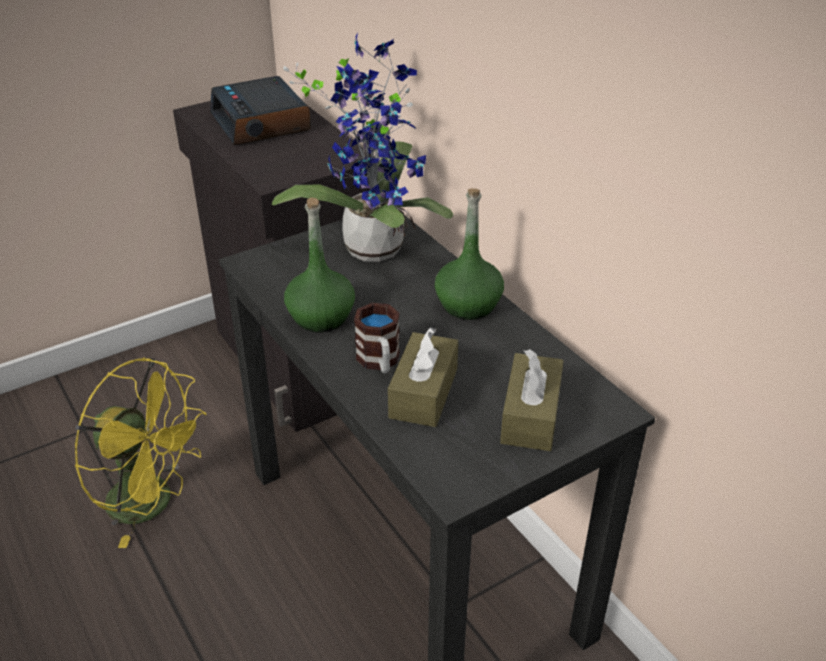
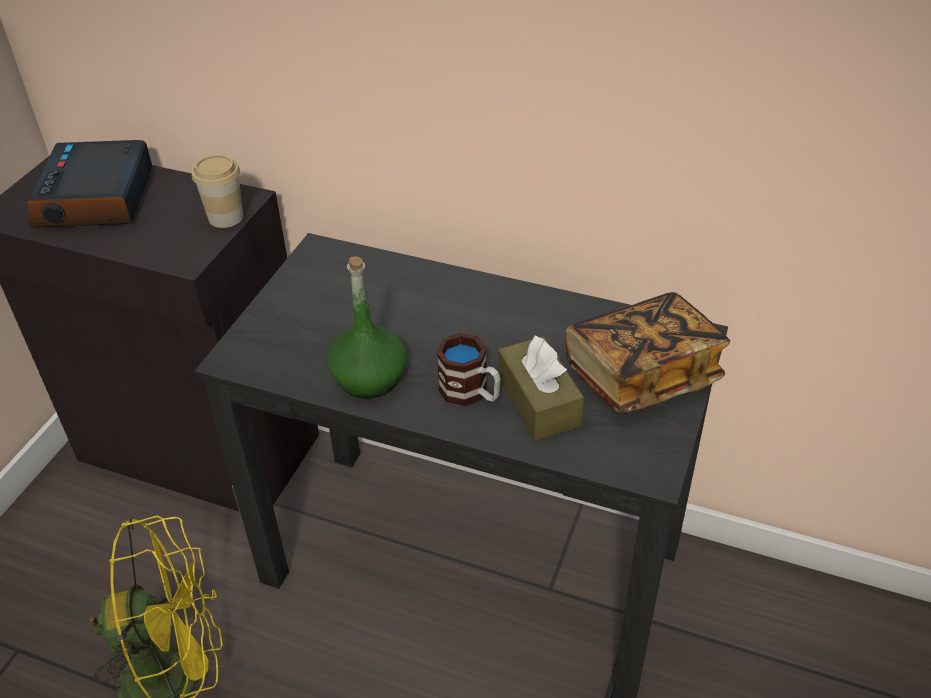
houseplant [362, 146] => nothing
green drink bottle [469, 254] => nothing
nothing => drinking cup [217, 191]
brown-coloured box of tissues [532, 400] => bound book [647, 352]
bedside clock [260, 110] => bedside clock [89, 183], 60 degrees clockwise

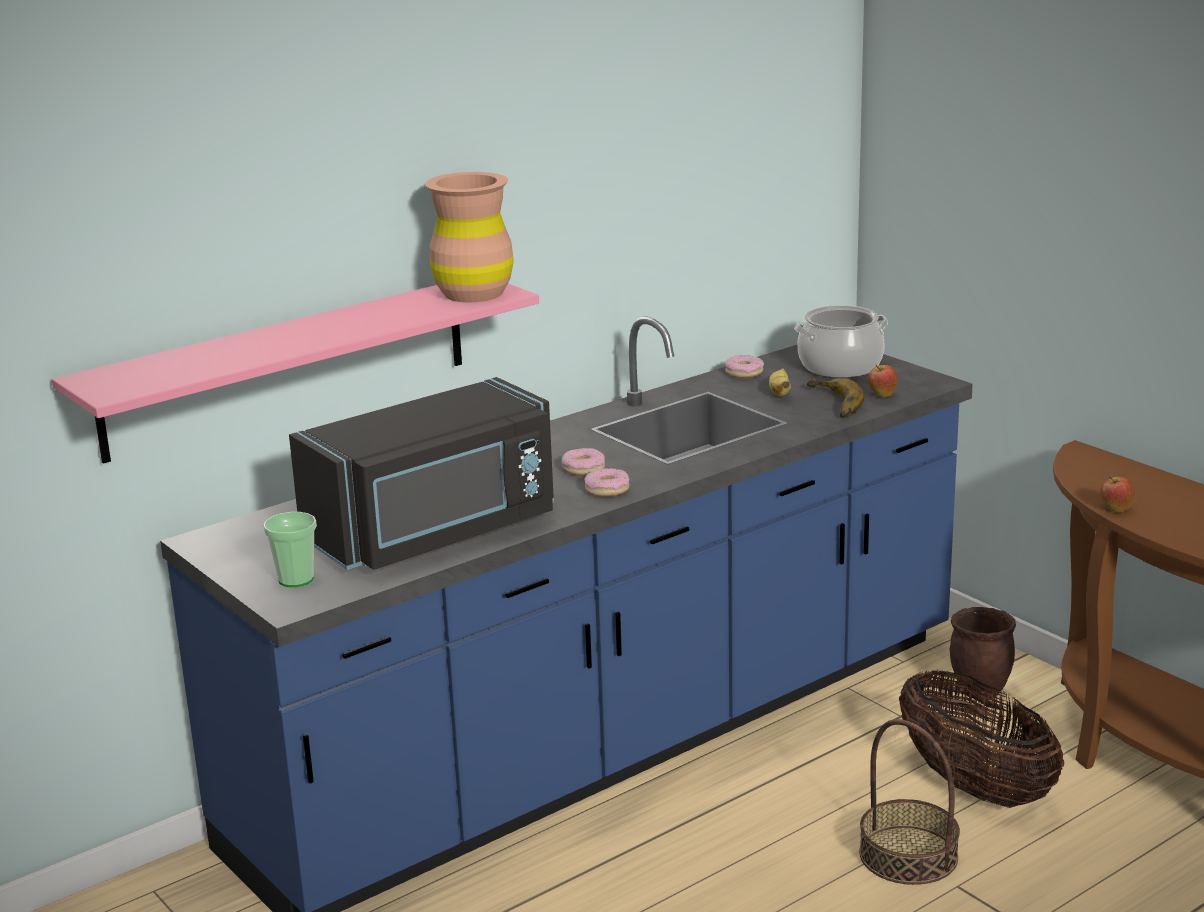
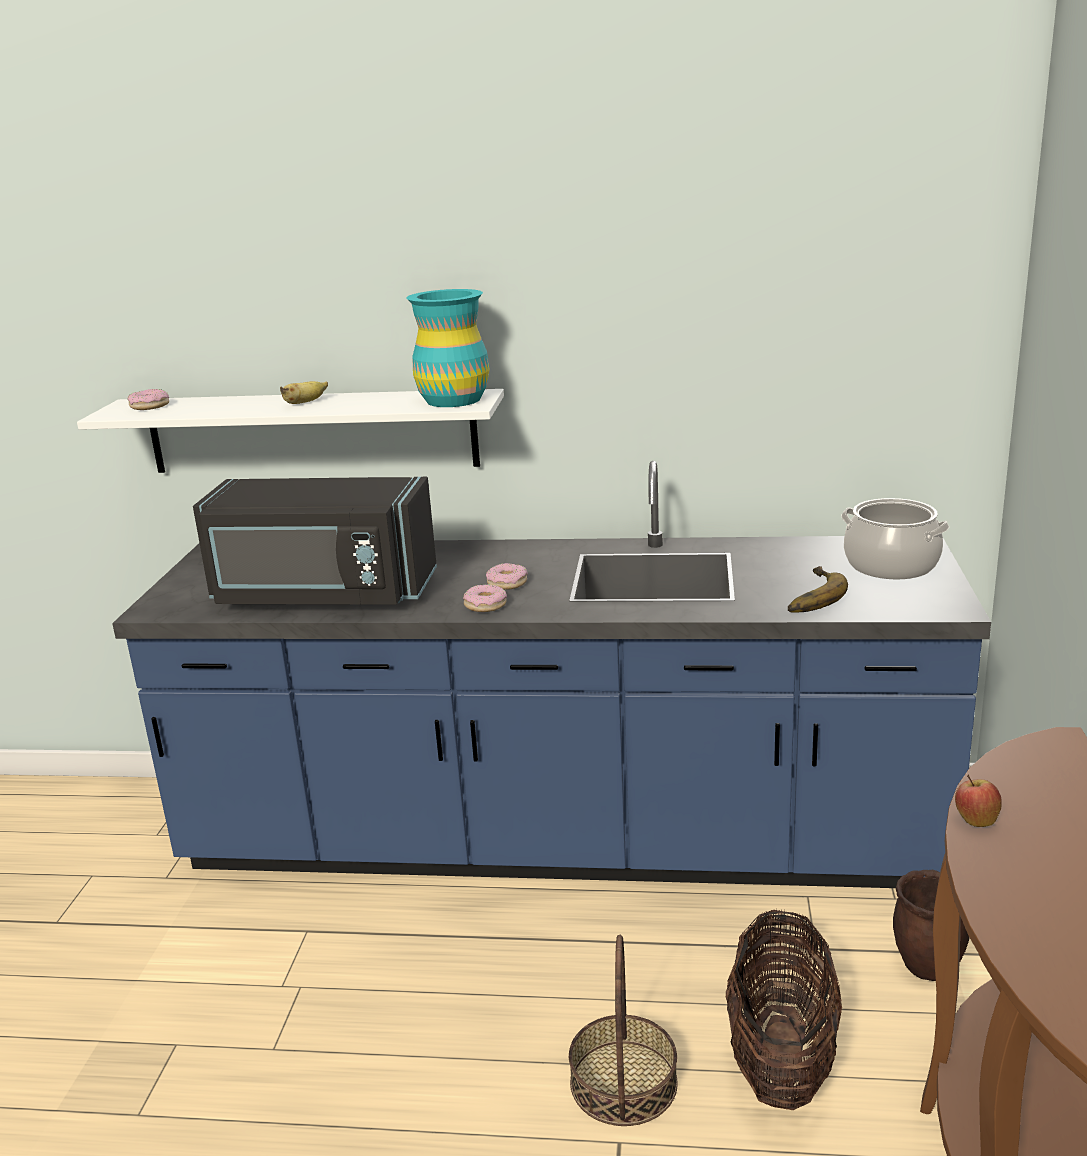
drinking cup [290, 549] => nothing
whole apple [883, 381] => nothing
ring doughnut [744, 366] => ring doughnut [148, 399], relocated
whole banana [780, 382] => whole banana [304, 392], relocated
pink bracket shelf [295, 374] => white bracket shelf [290, 431]
brown-coloured vase [469, 237] => turquoise-coloured vase [448, 348]

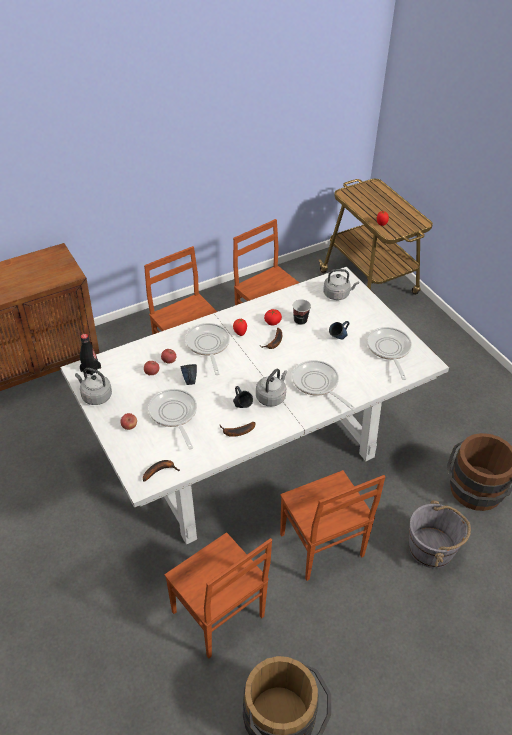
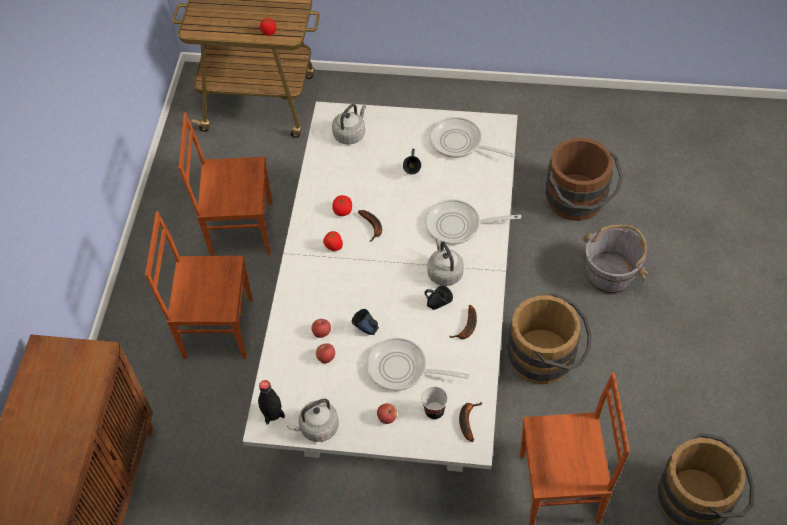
frying pan [207, 349] => nothing
drinking cup [301, 312] => drinking cup [434, 402], relocated
brown-coloured upright chair [332, 525] => brown-coloured pail [550, 338]

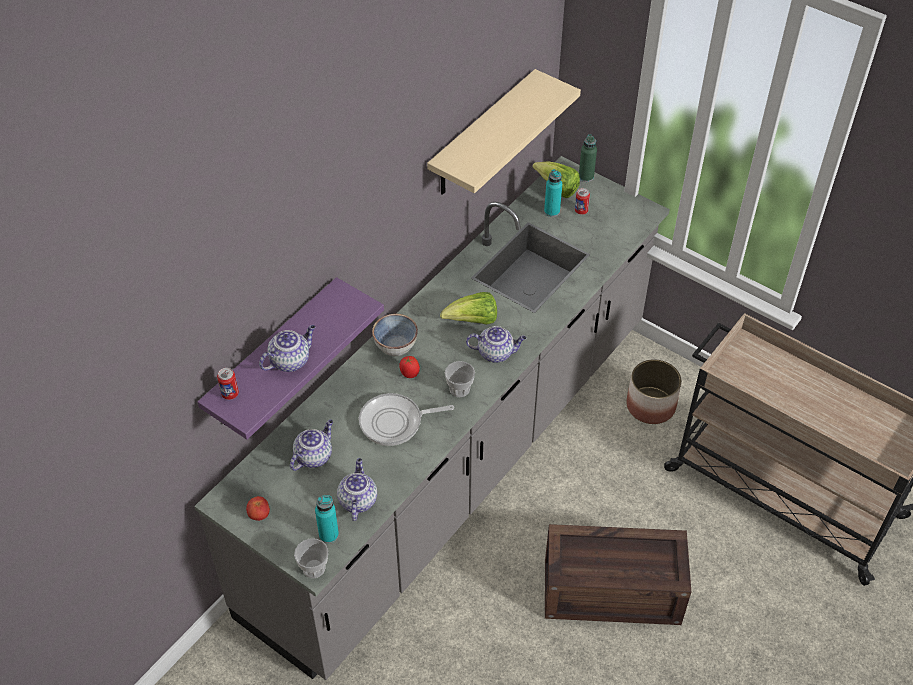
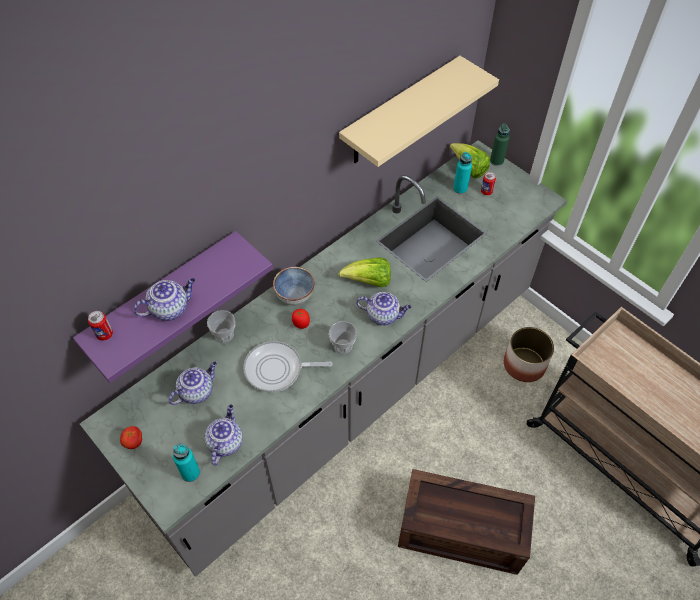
drinking cup [311, 558] => drinking cup [221, 326], relocated

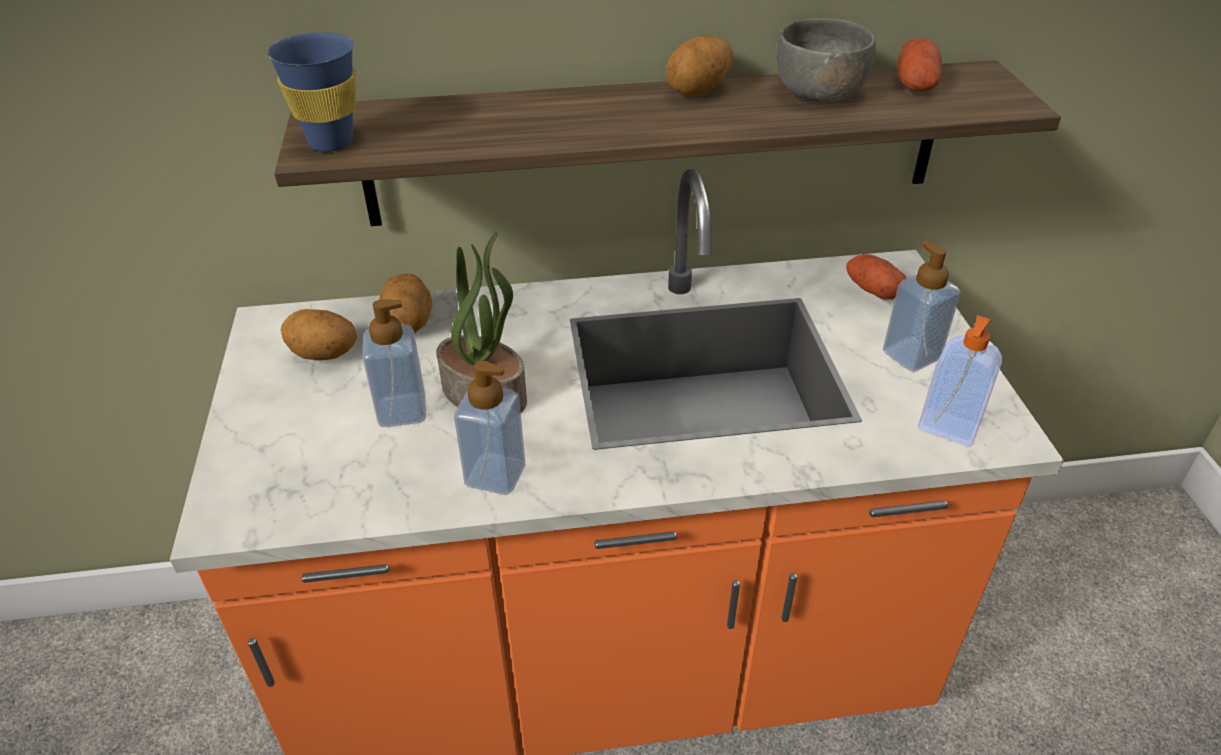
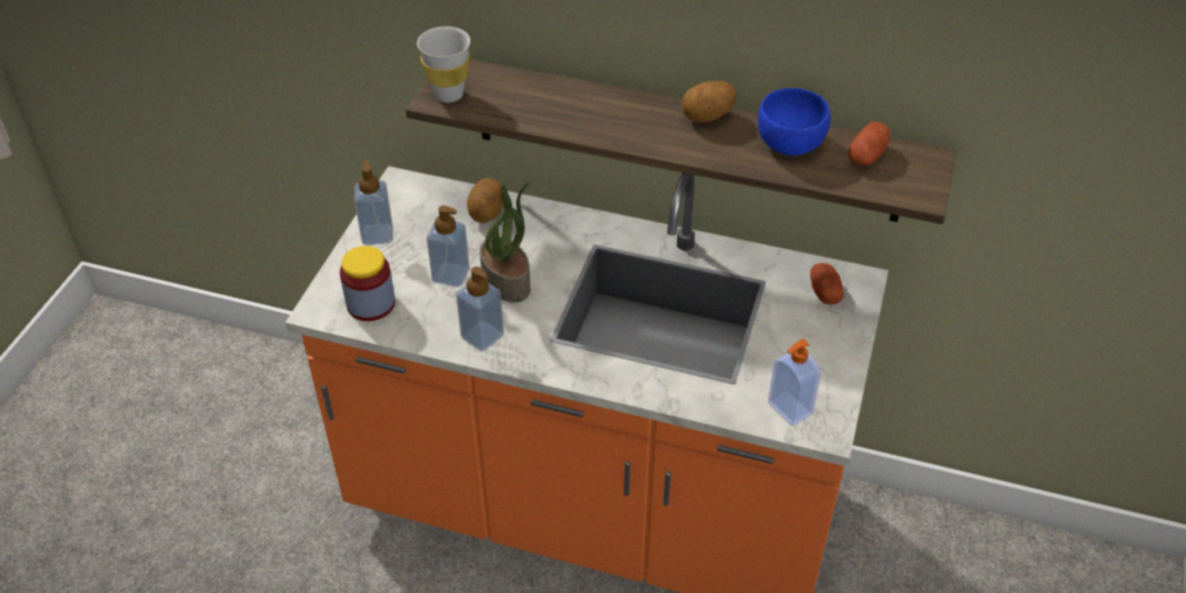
whole potato [319, 334] => nothing
nothing => preserve jar [367, 283]
liquid soap bottle [922, 306] => liquid soap bottle [373, 202], relocated
bluish drinking cup [311, 92] => white drinking cup [443, 64]
greyish bowl [826, 60] => bluish bowl [794, 122]

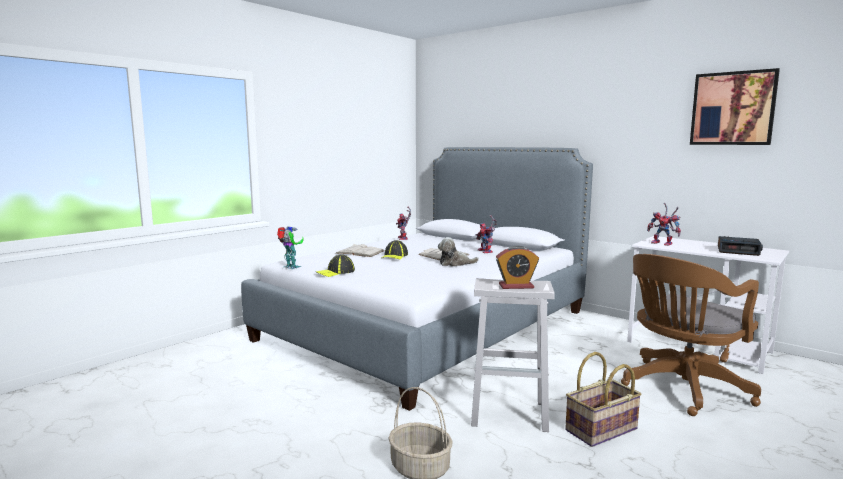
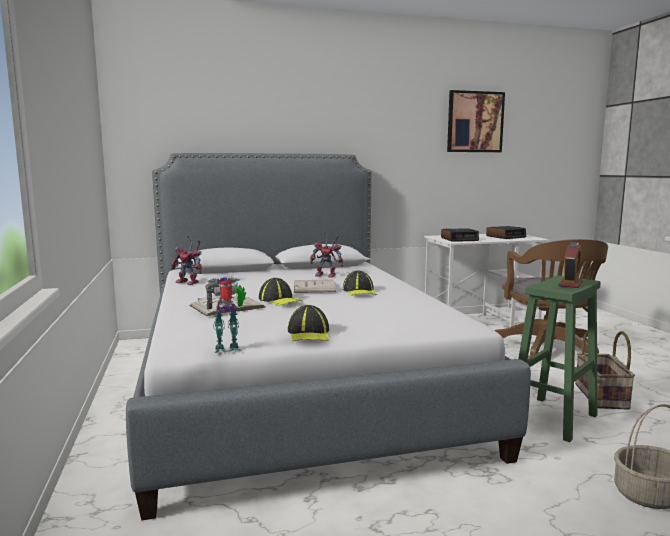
soft toy [458, 251] => peaked cap [360, 283]
robot figure [664, 224] => bedside clock [460, 235]
white stool seat [513, 355] => green stool seat [559, 359]

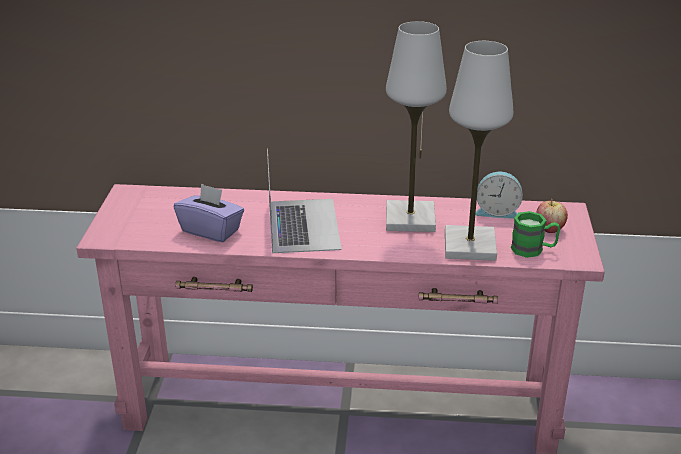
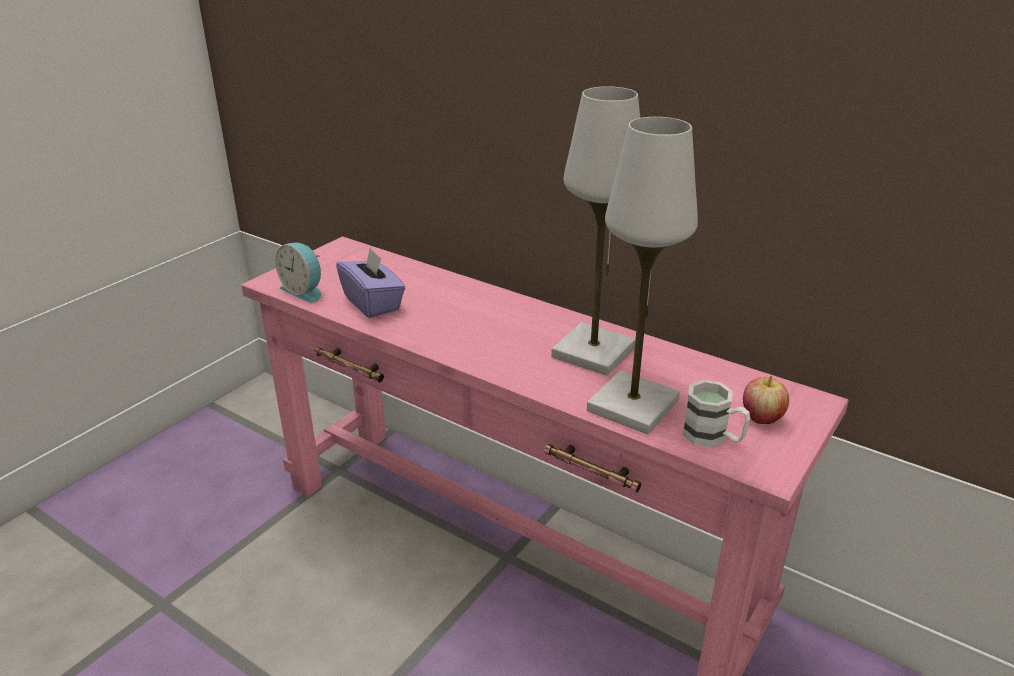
notebook computer [304, 200] => nothing
bedside clock [499, 195] => bedside clock [298, 273], relocated
green tea mug [535, 234] => white tea mug [716, 413]

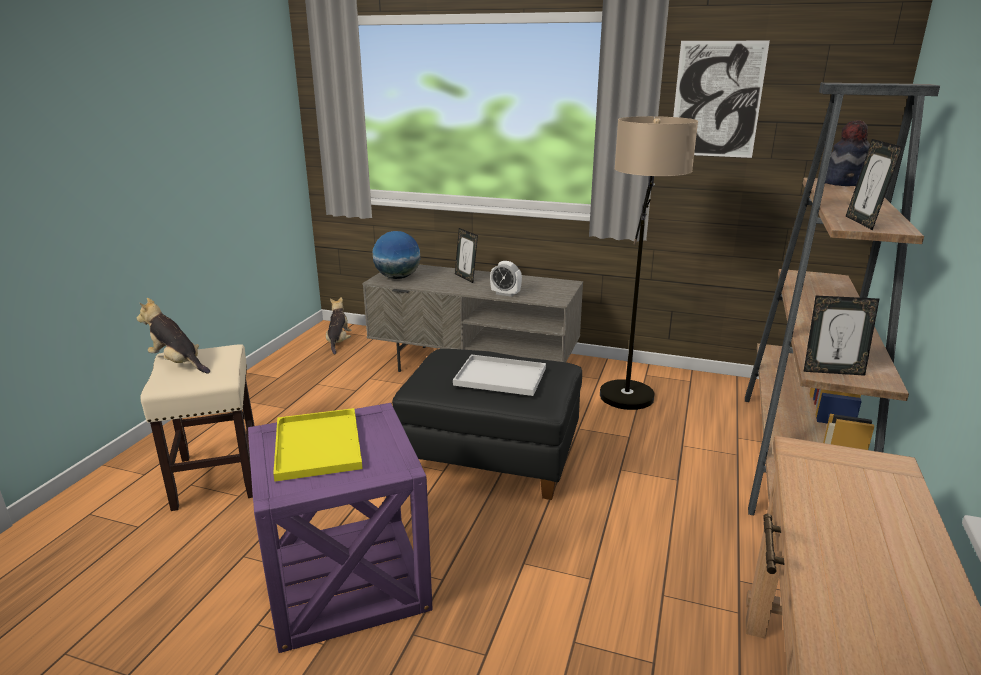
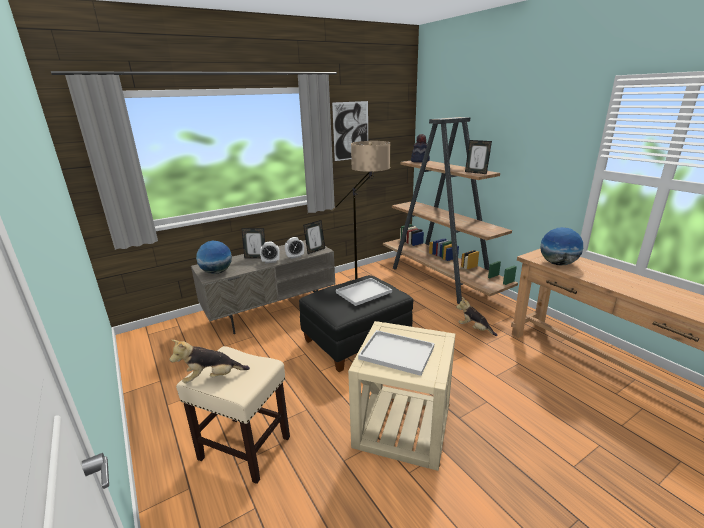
nothing => bedside clock [270, 252]
nothing => globe [561, 246]
soft toy [338, 326] => soft toy [477, 316], relocated
picture frame [841, 336] => picture frame [314, 237], relocated
purple accent table [340, 528] => beige-coloured accent table [401, 396]
yellow carrying tray [318, 444] => white carrying tray [396, 353]

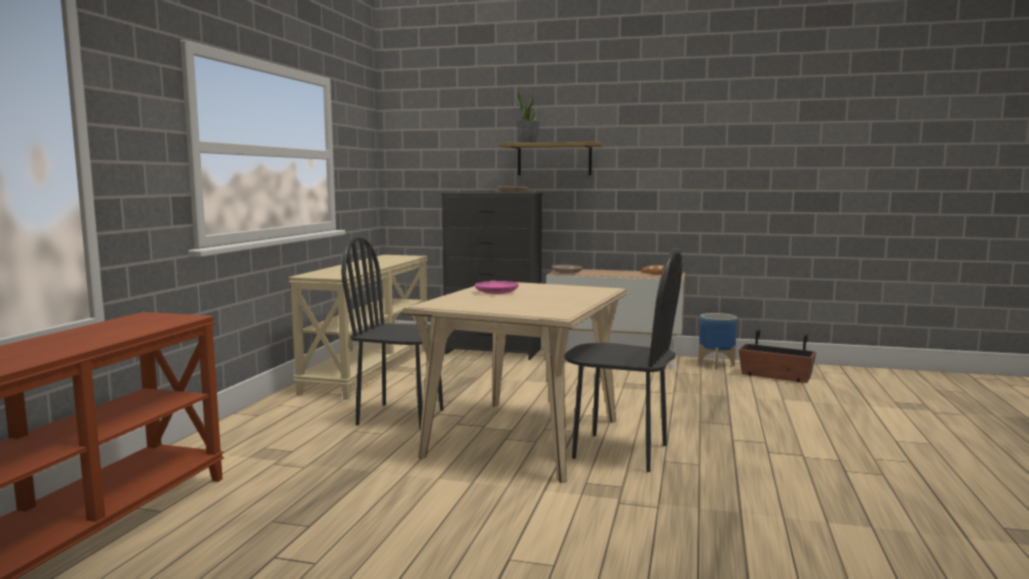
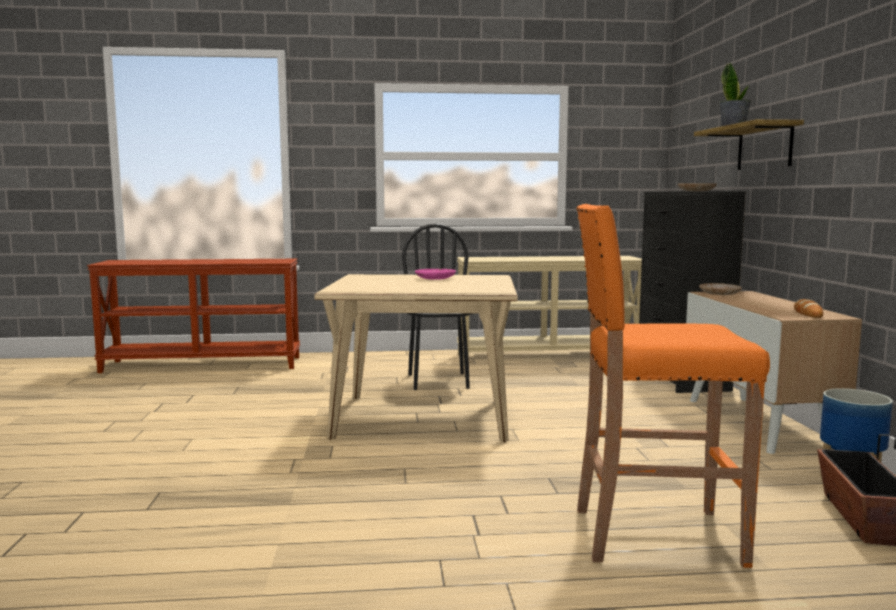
black upright chair [623, 360] => nothing
nothing => orange stool seat [673, 386]

